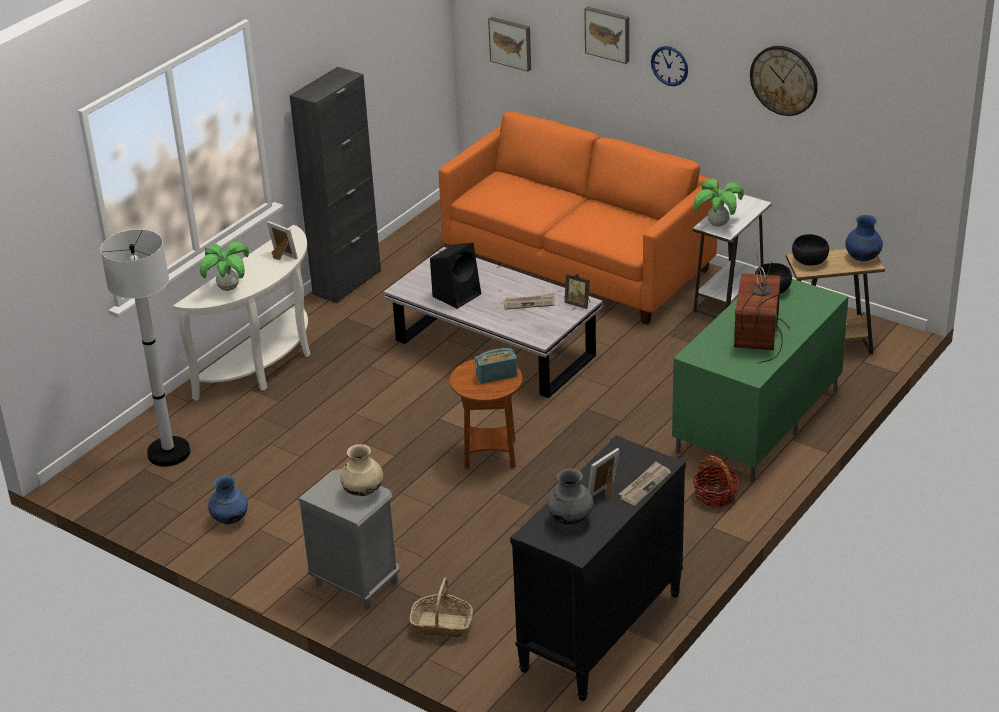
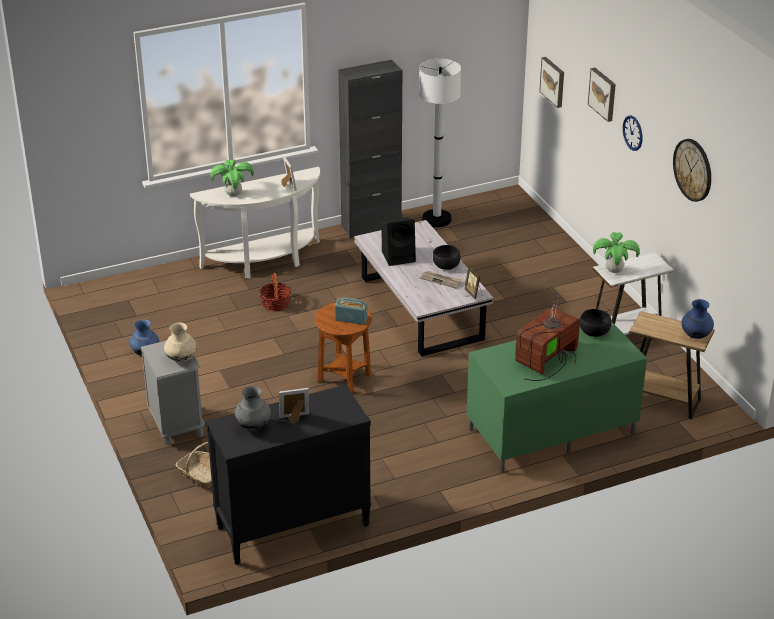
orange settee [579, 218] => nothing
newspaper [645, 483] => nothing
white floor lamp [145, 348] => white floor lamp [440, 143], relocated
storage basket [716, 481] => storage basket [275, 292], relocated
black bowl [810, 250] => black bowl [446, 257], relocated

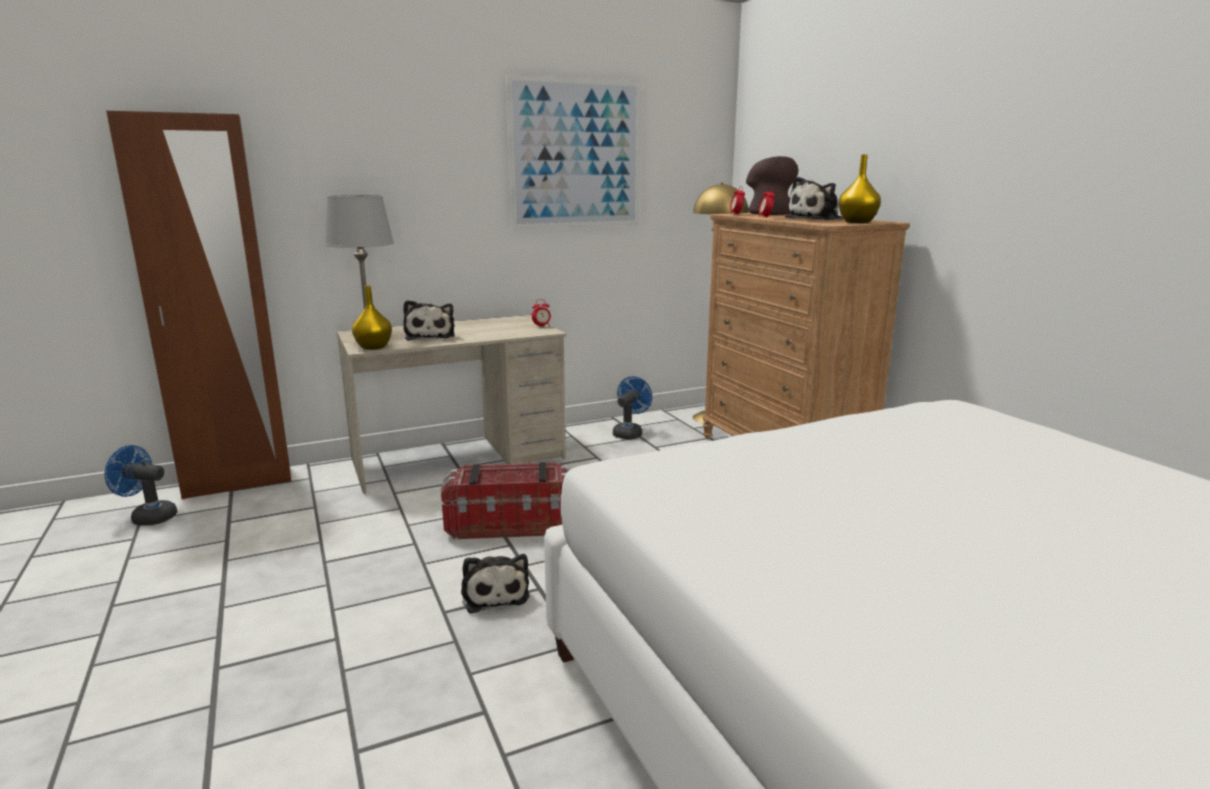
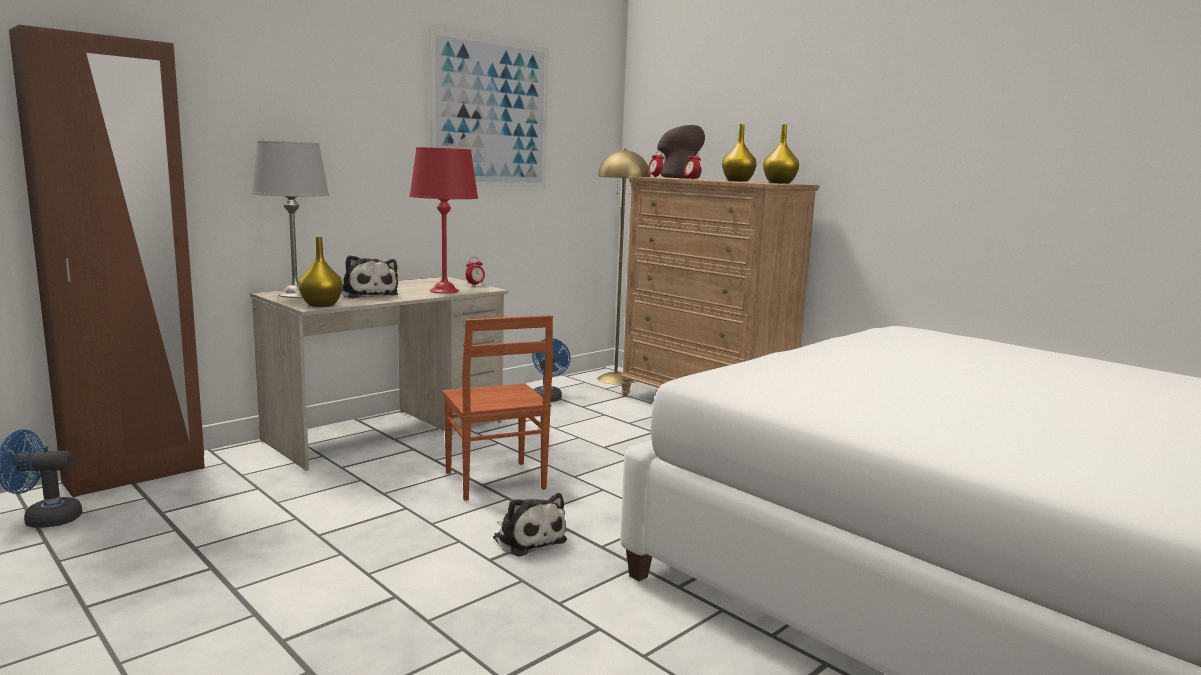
nothing => reddish table lamp [443, 220]
storage bin [506, 500] => brown-coloured upright chair [498, 408]
soft toy [814, 198] => yellow vase [739, 153]

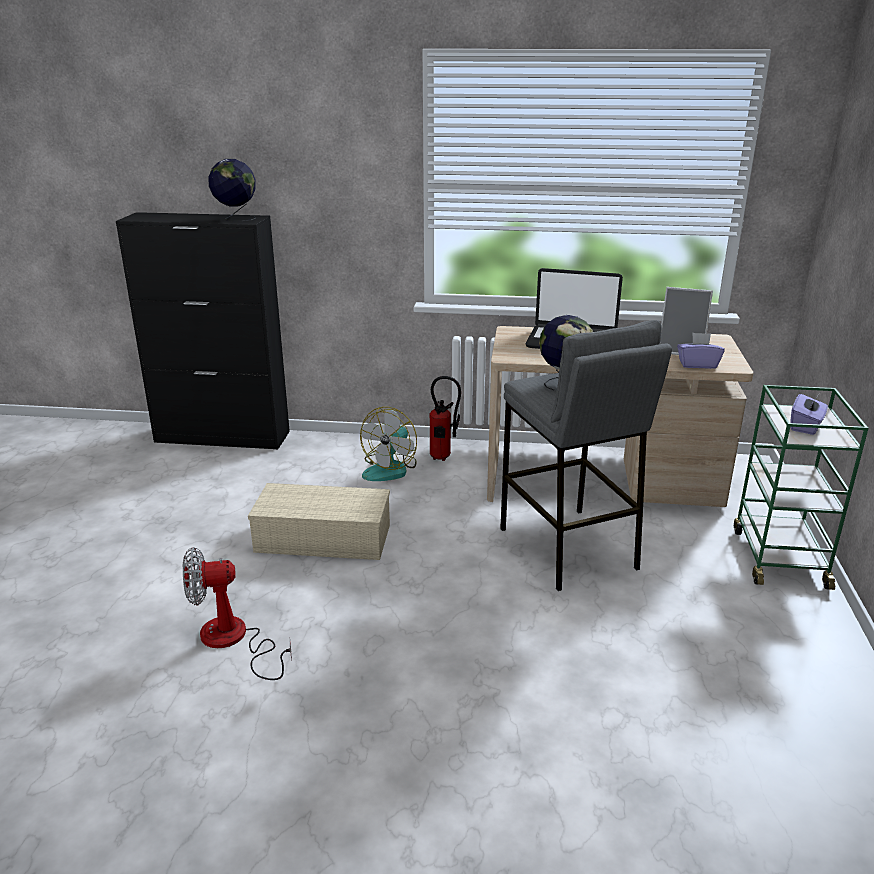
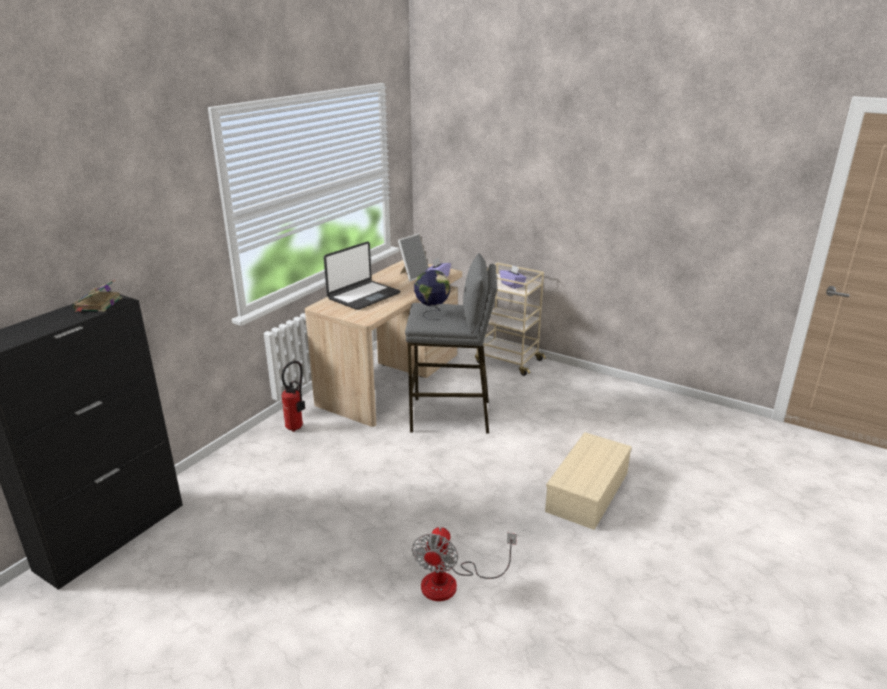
electric fan [388, 444] => nothing
beige-coloured storage bin [319, 521] => beige-coloured storage bin [588, 481], relocated
globe [232, 190] => bound book [97, 295]
green cart [801, 487] => beige-coloured cart [510, 319]

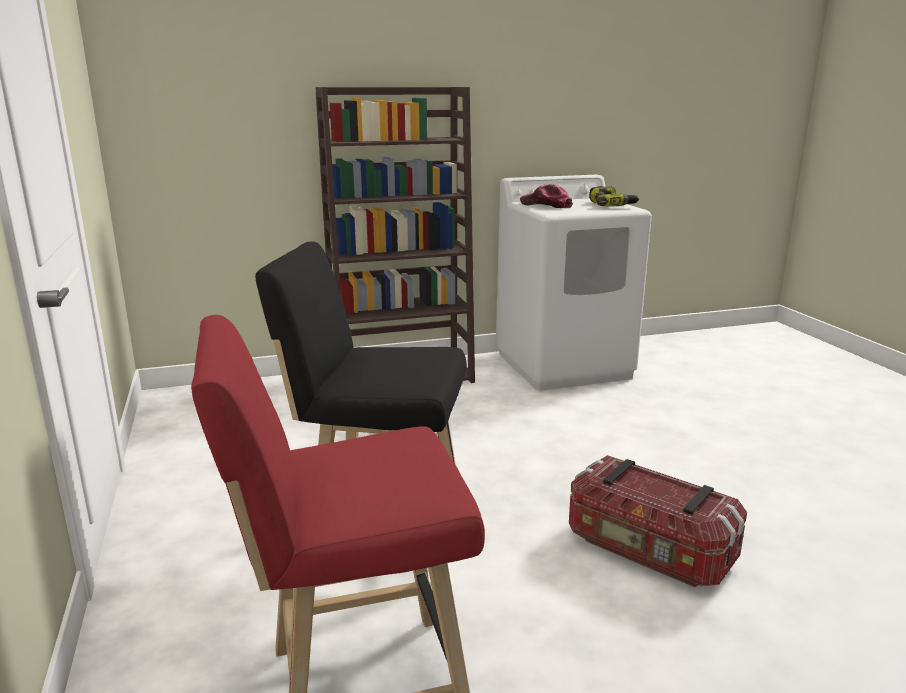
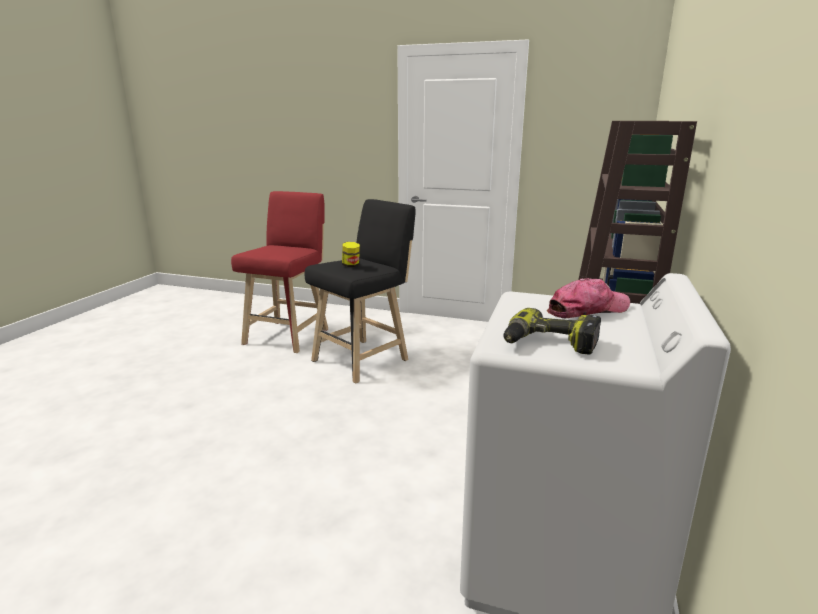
storage bin [658, 521] => nothing
nothing => preserve jar [351, 254]

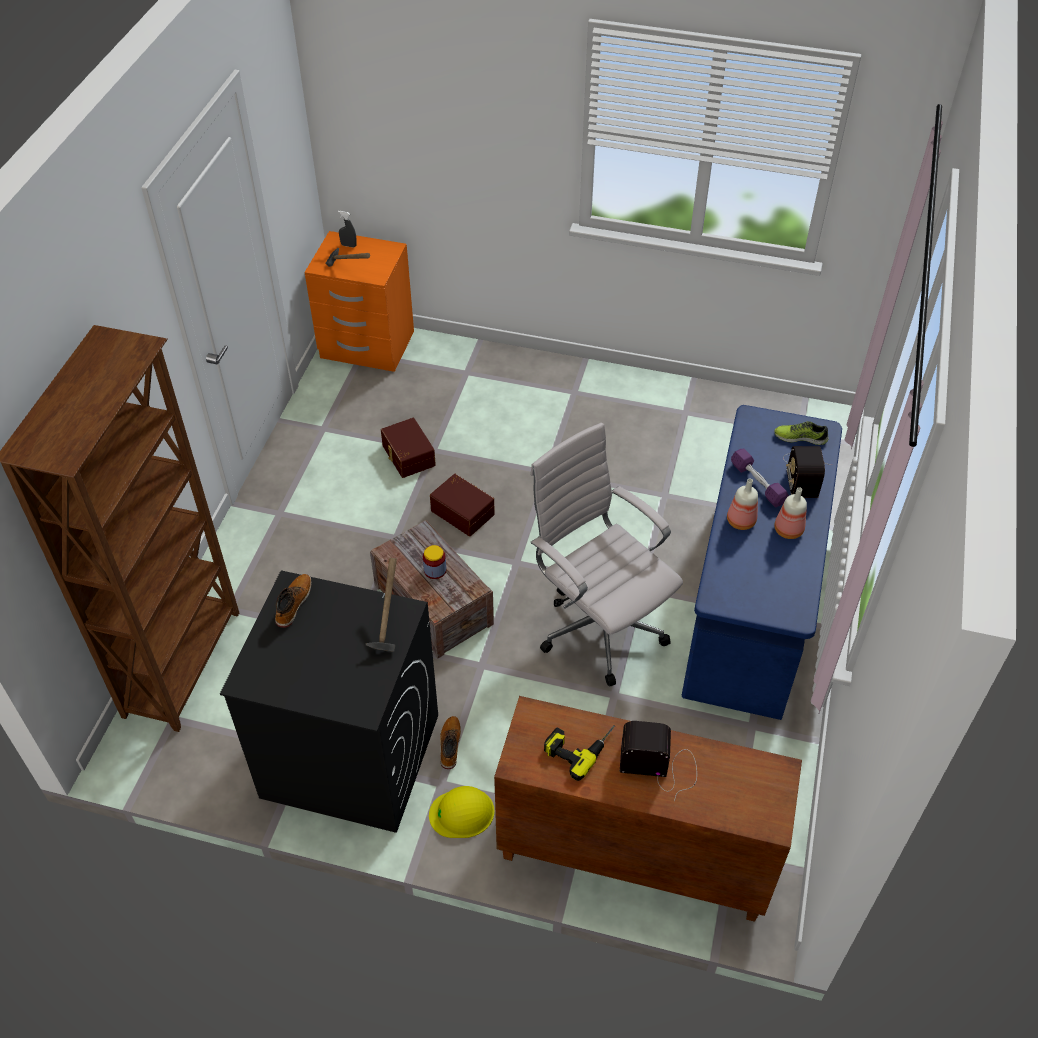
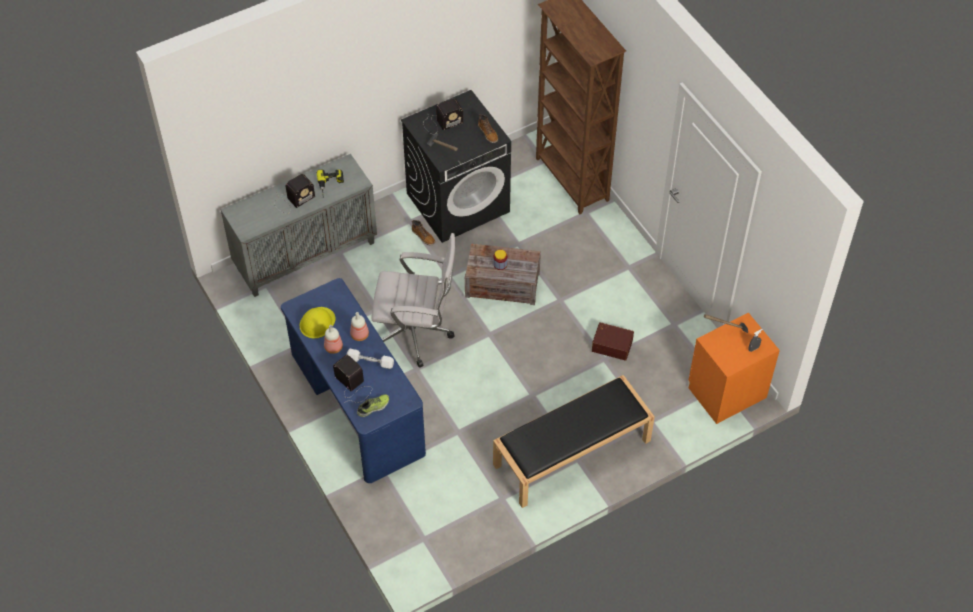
brown-coloured storage bin [462, 505] => nothing
nothing => radio receiver [443, 115]
nothing => black indoor bench [574, 441]
yellow safety helmet [461, 812] => yellow safety helmet [317, 322], relocated
brown-coloured storage cabinet [648, 809] => greyish storage cabinet [299, 225]
purple dumbbell [760, 478] => white dumbbell [370, 359]

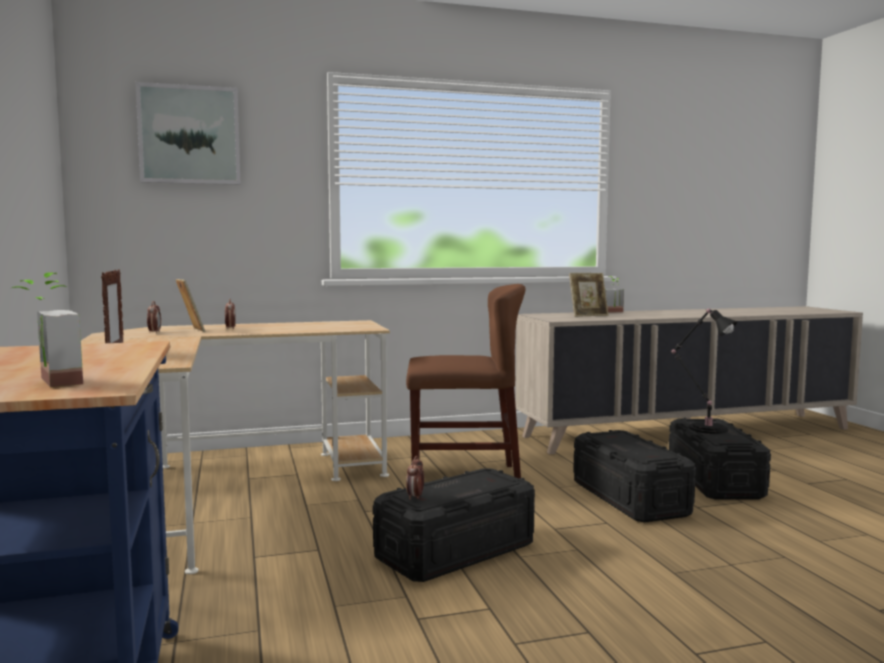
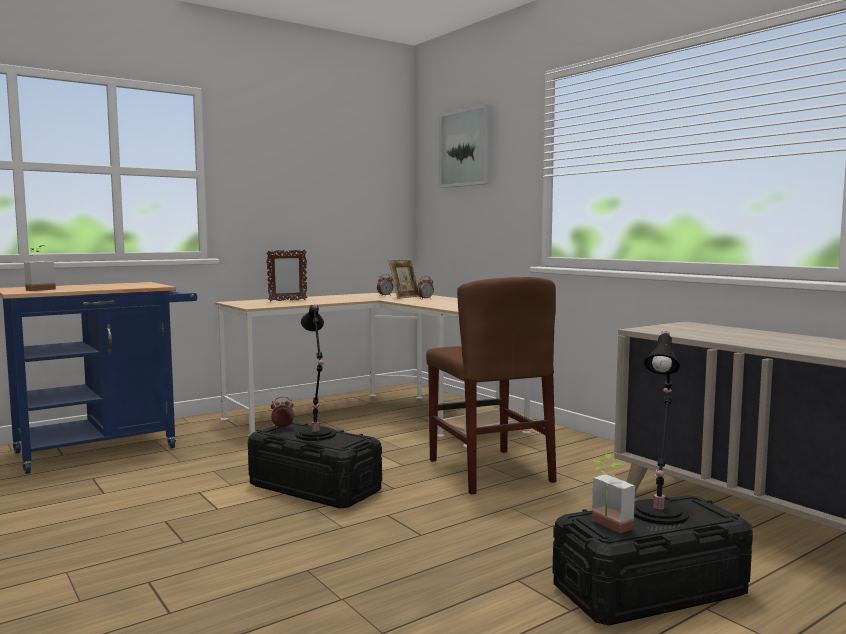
picture frame [588, 295] => nothing
black storage bin [634, 476] => nothing
nothing => black table lamp [315, 372]
houseplant [614, 294] => houseplant [613, 493], relocated

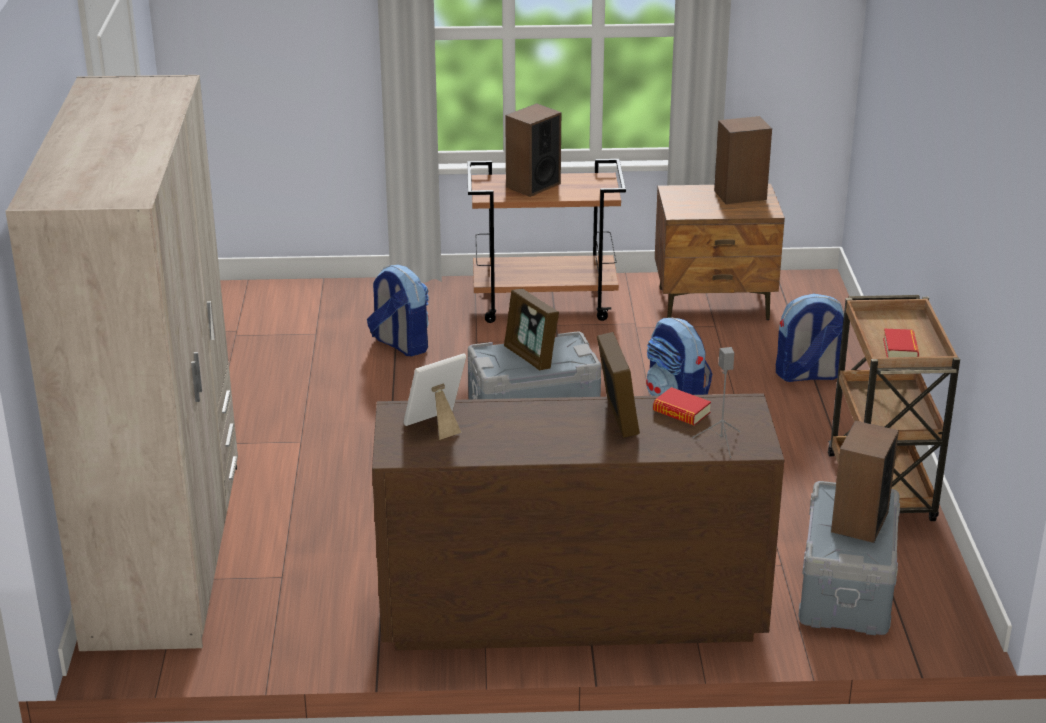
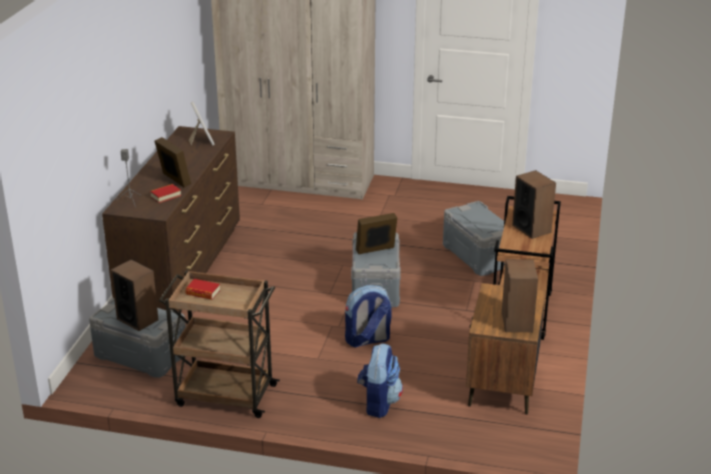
rucksack [398, 311] => greyish storage bin [474, 238]
picture frame [618, 385] => picture frame [172, 162], 135 degrees counterclockwise

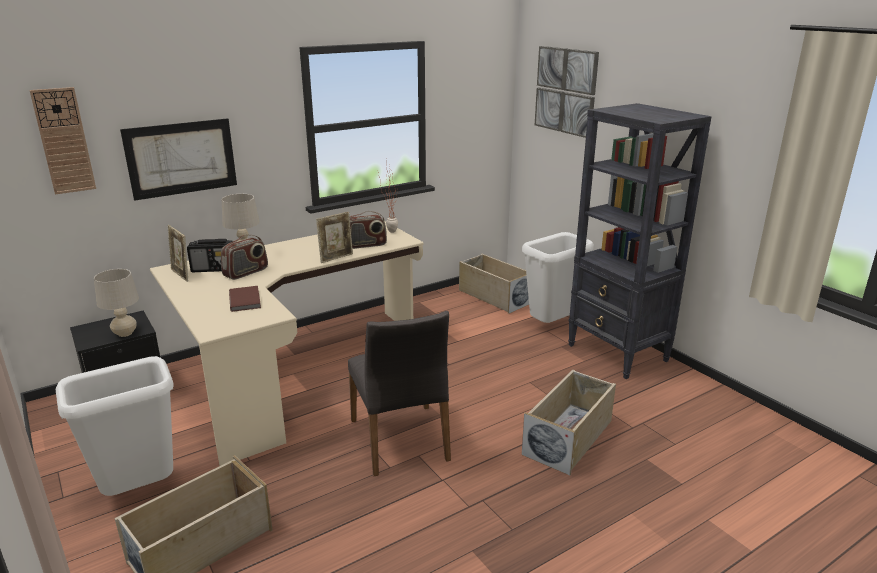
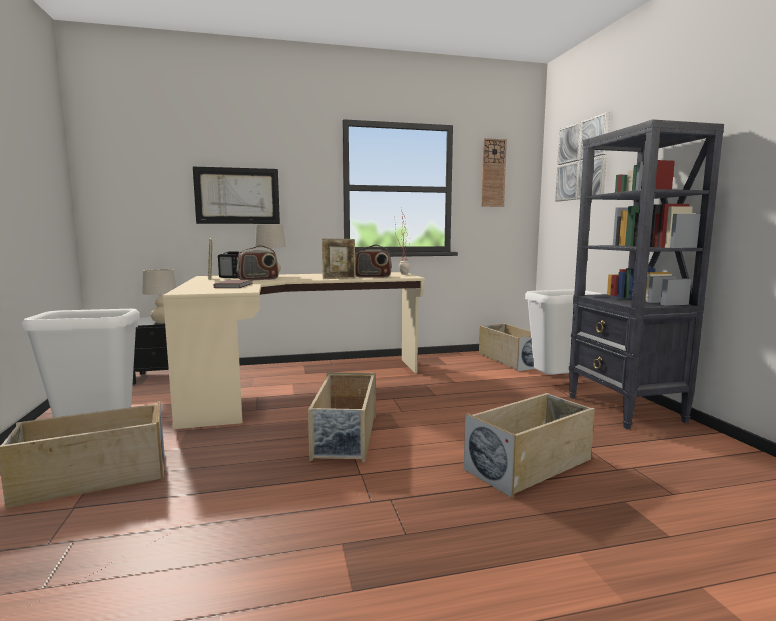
hanging clock [62, 141] => hanging clock [494, 172], relocated
greyish upright chair [399, 393] => beige-coloured storage bin [342, 417]

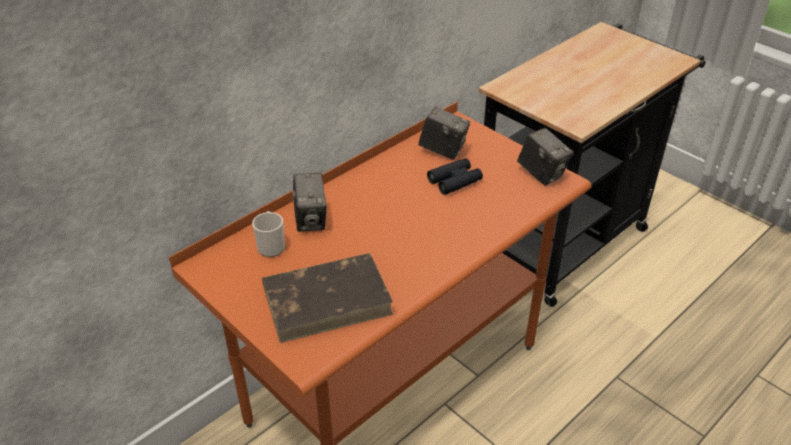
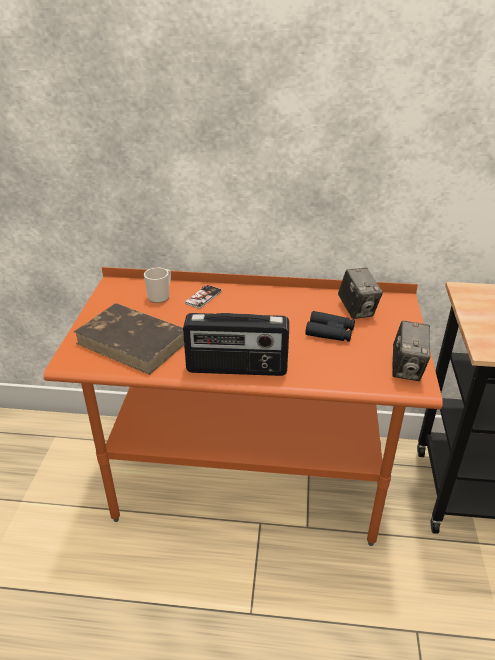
nothing => radio receiver [236, 344]
still camera [309, 202] => telephone [203, 297]

